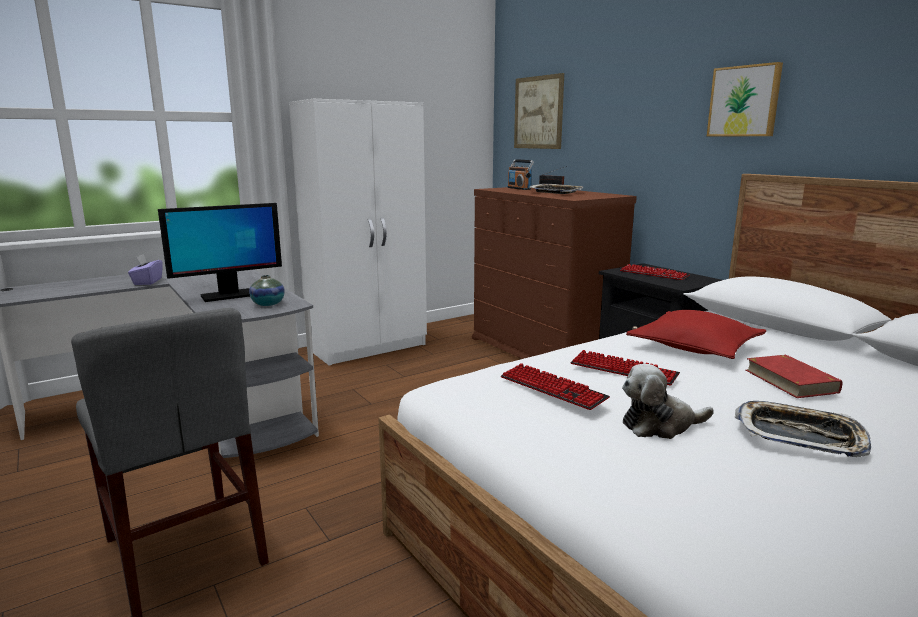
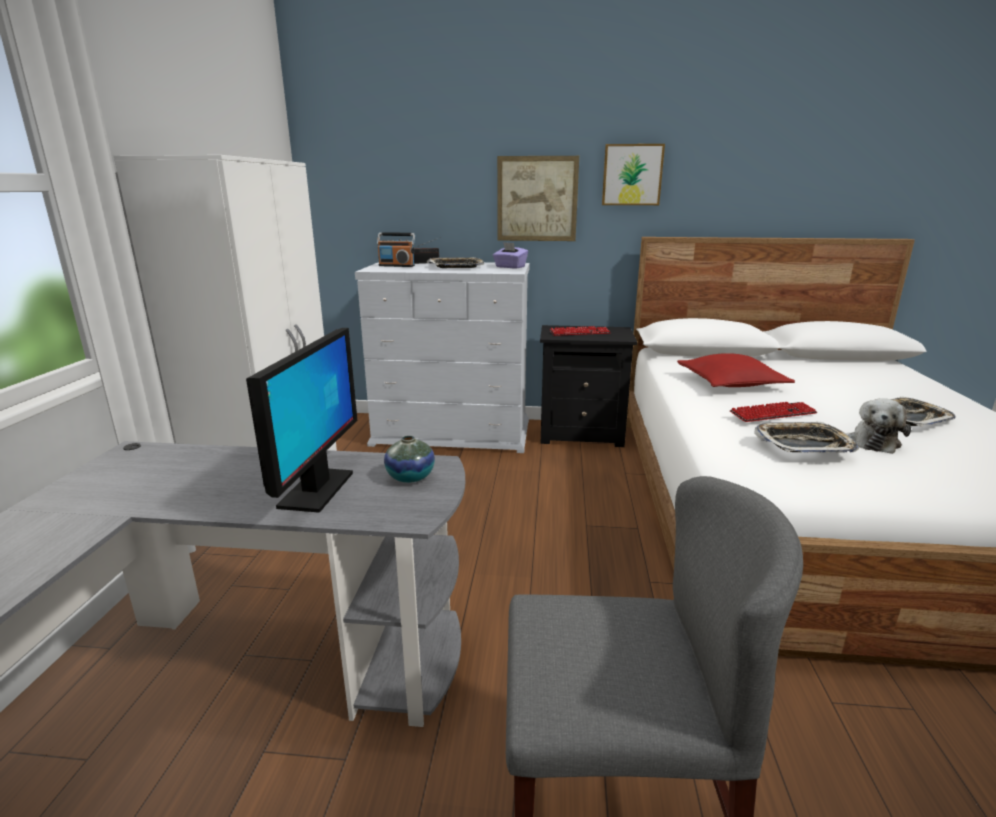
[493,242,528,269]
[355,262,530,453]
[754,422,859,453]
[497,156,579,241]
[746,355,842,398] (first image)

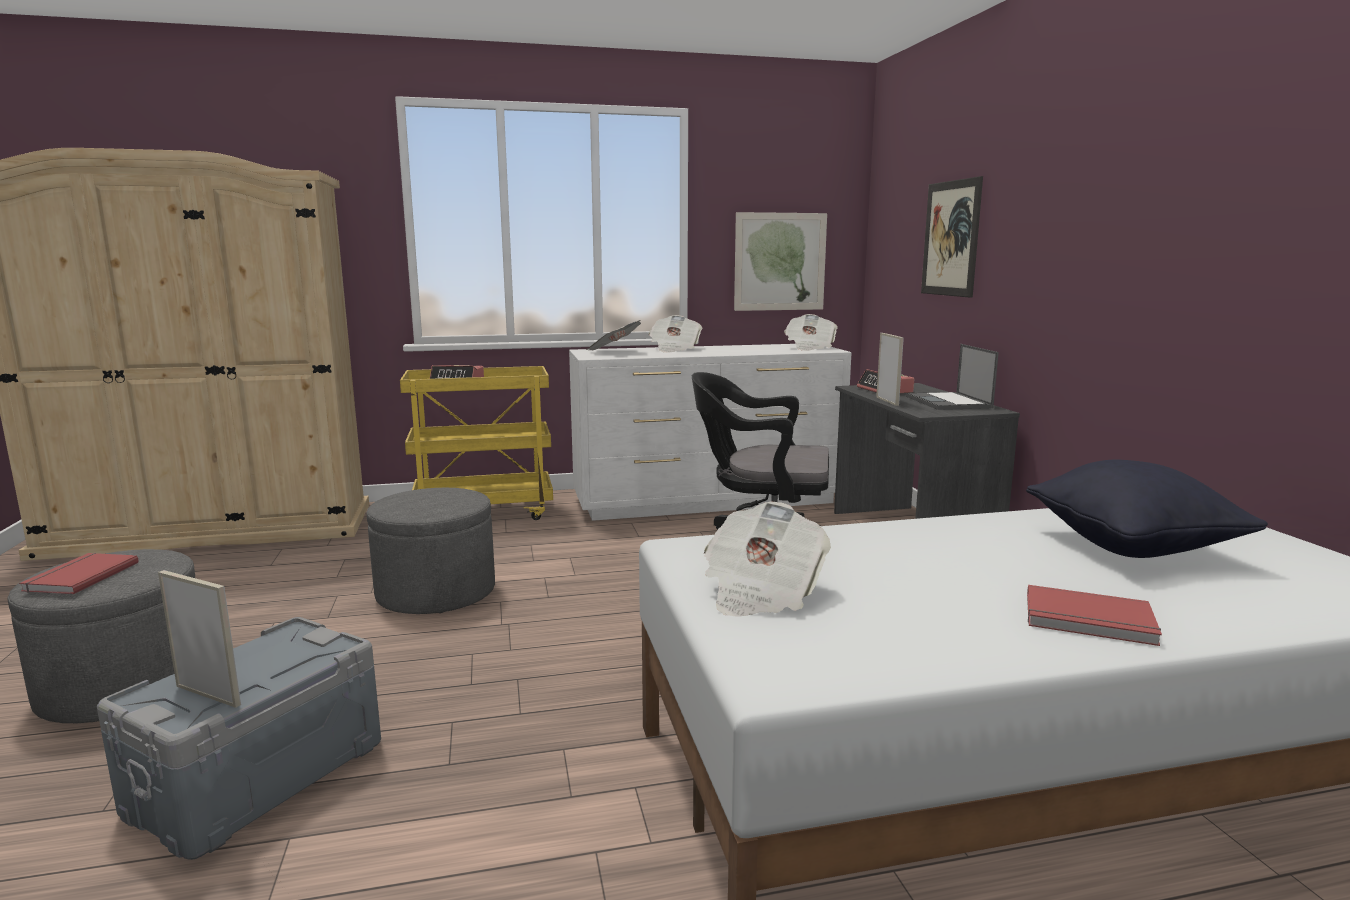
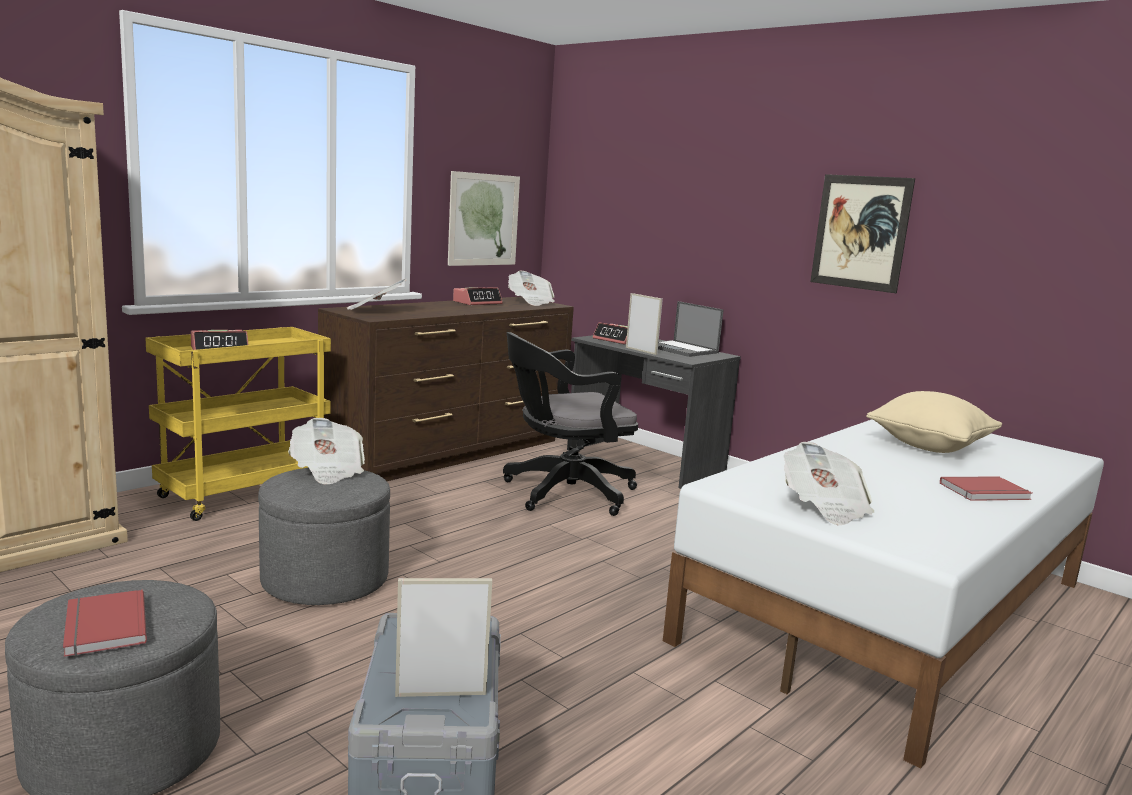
[318,297,574,481]
[288,418,365,485]
[810,174,915,293]
[866,391,1002,453]
[453,287,503,305]

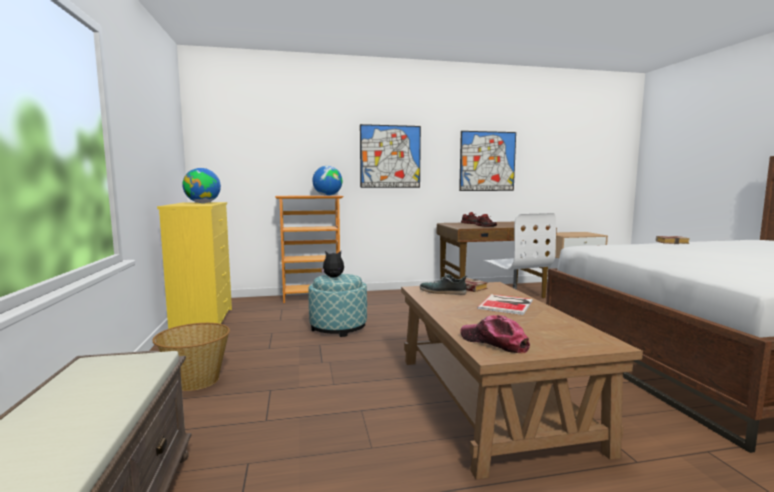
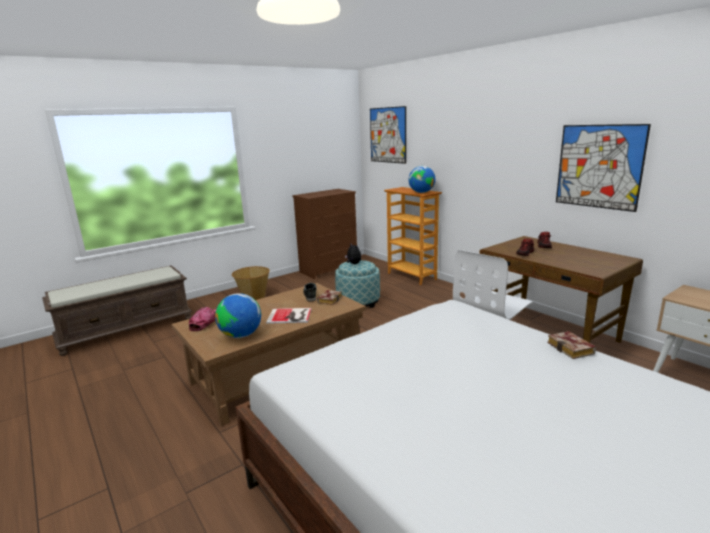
[292,189,357,279]
[215,293,261,338]
[370,106,406,164]

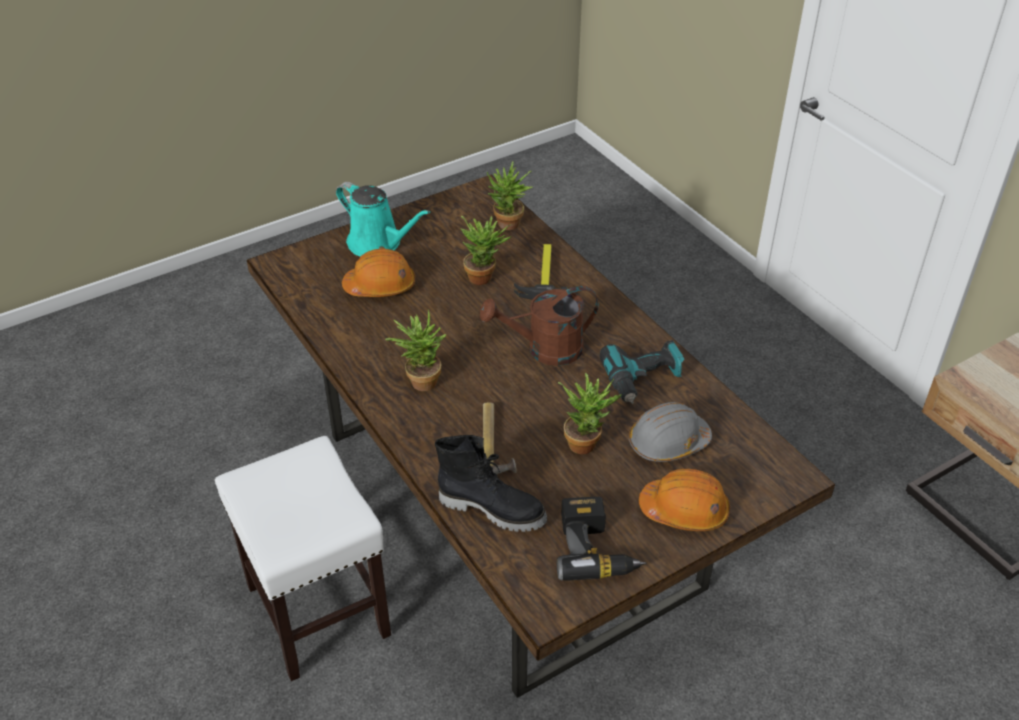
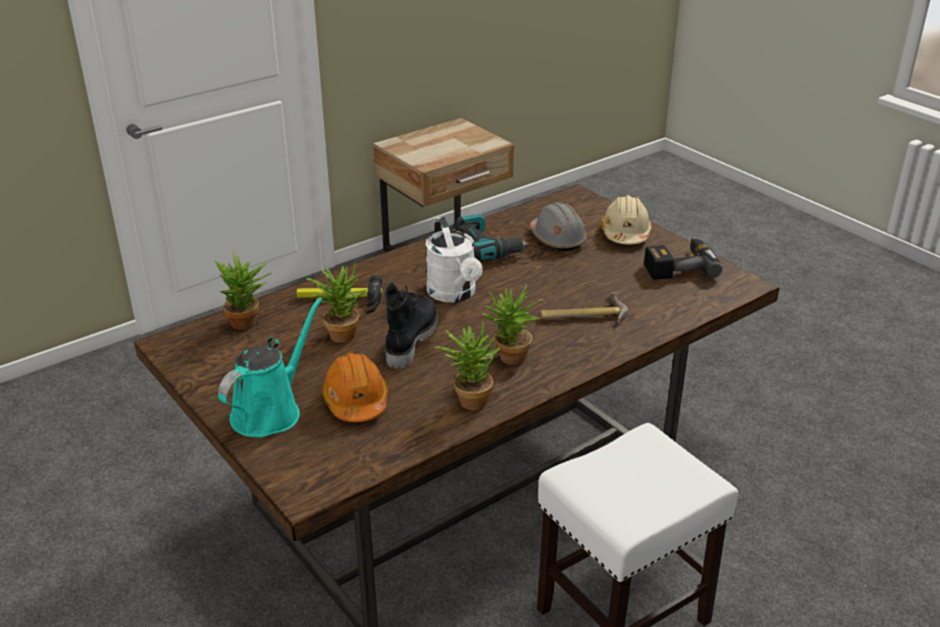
[385,282,438,369]
[426,217,483,303]
[435,320,501,410]
[601,195,652,244]

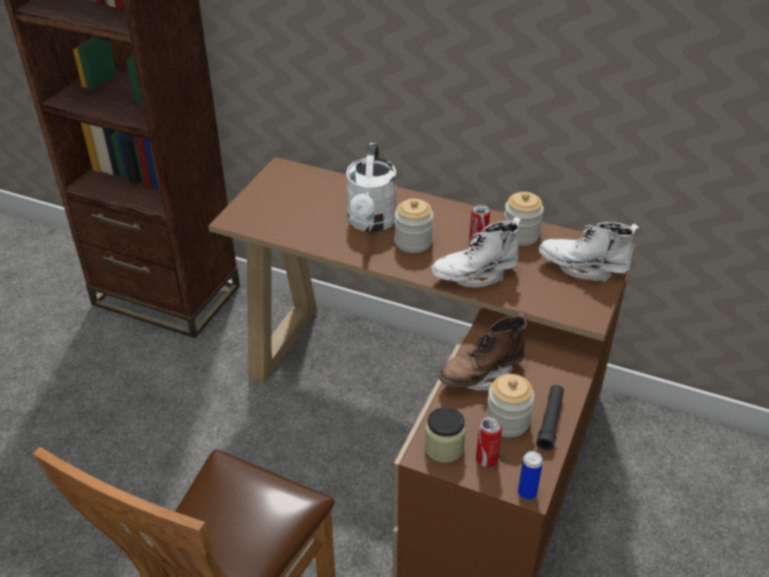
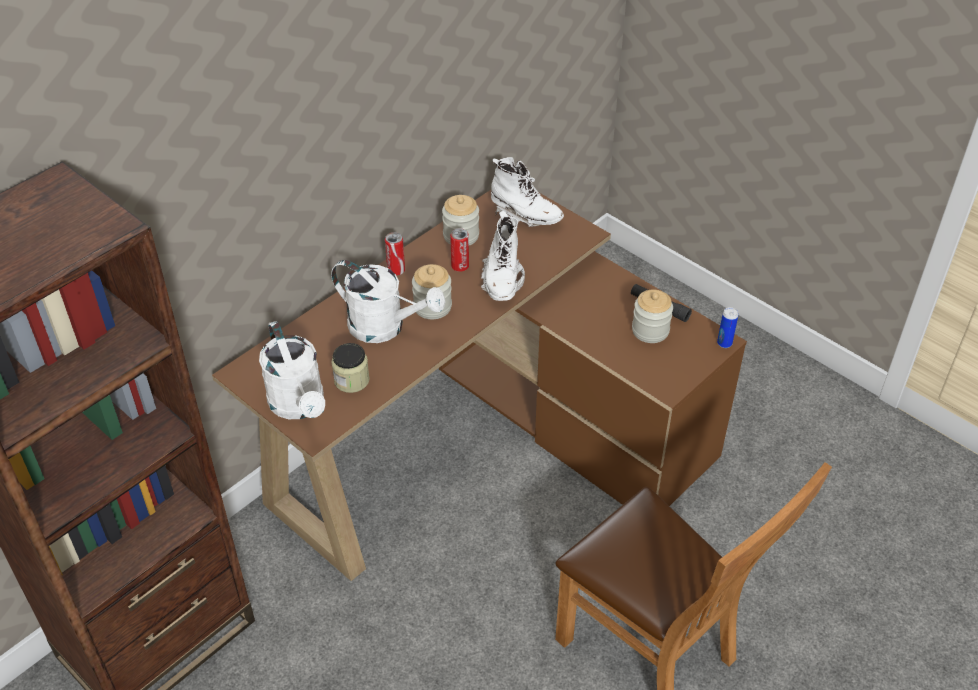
[331,343,370,393]
[439,311,527,391] (first image)
[385,232,405,276]
[491,157,564,227]
[259,321,325,419]

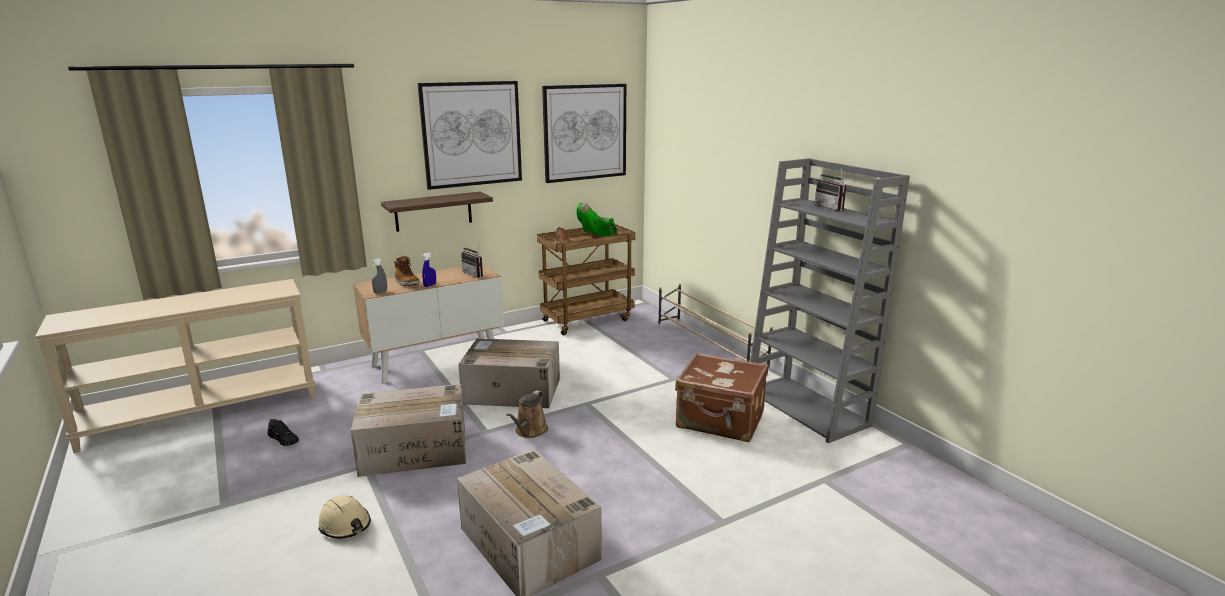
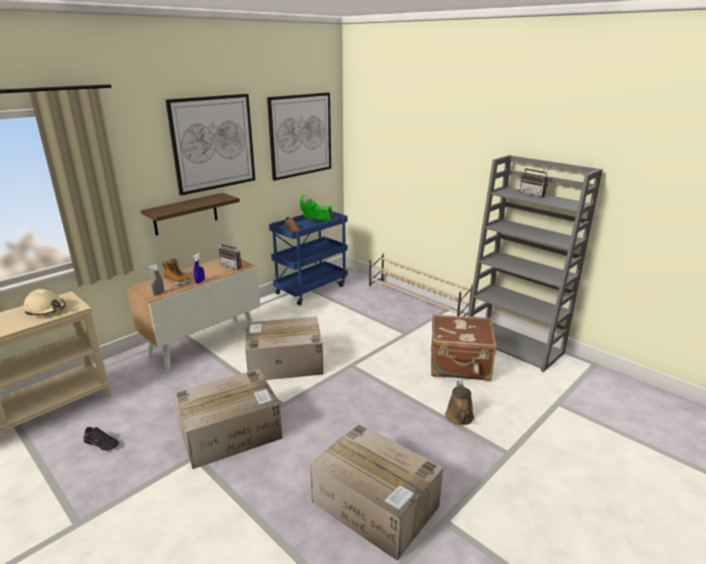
[24,289,66,315]
[445,381,474,425]
[269,211,348,305]

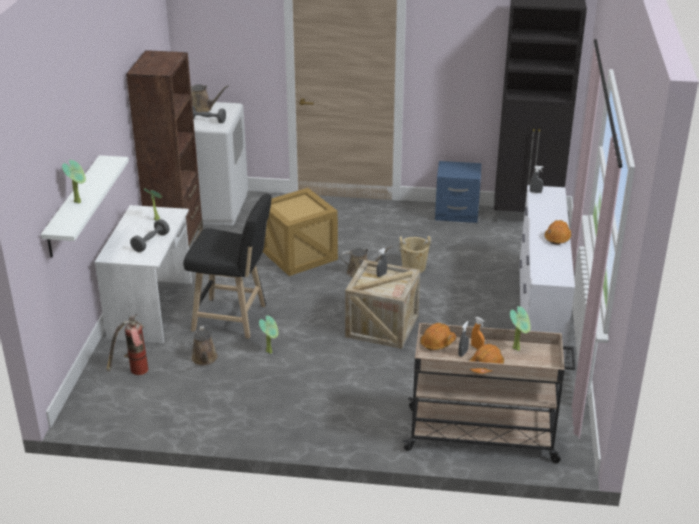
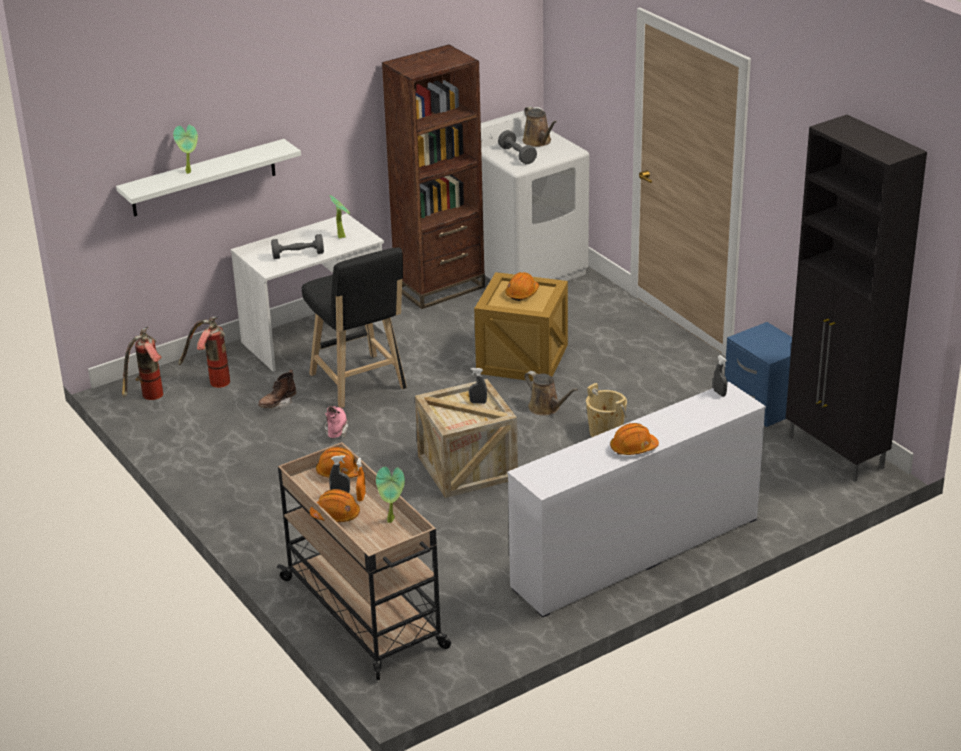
[258,370,297,409]
[325,406,349,438]
[122,327,163,400]
[505,272,539,301]

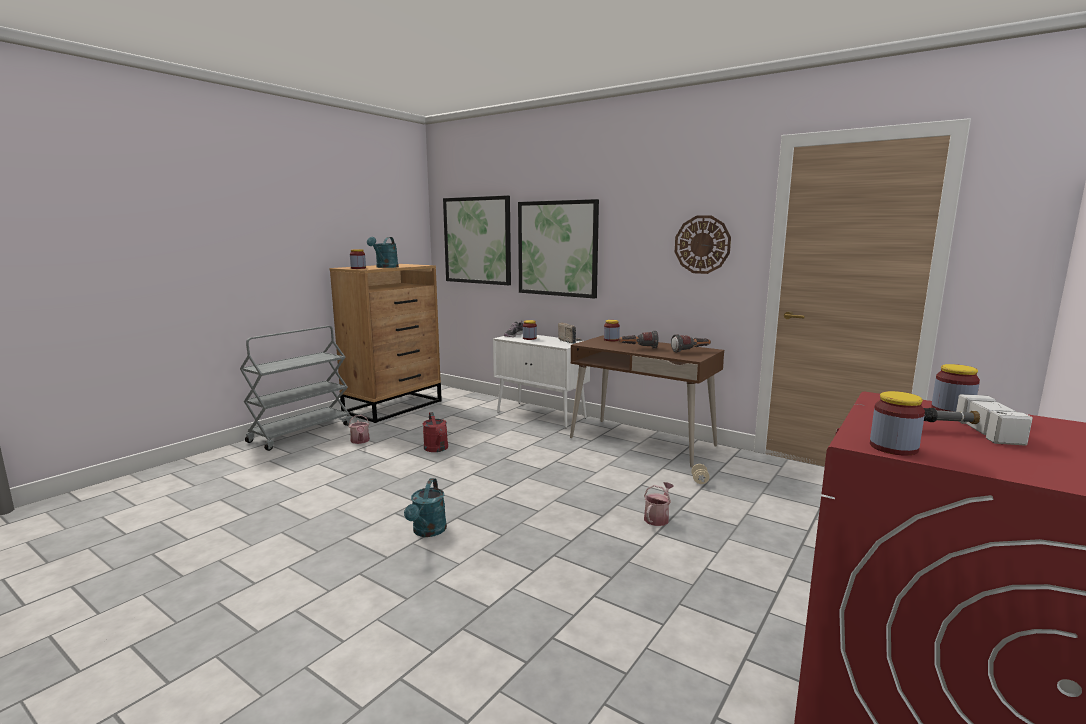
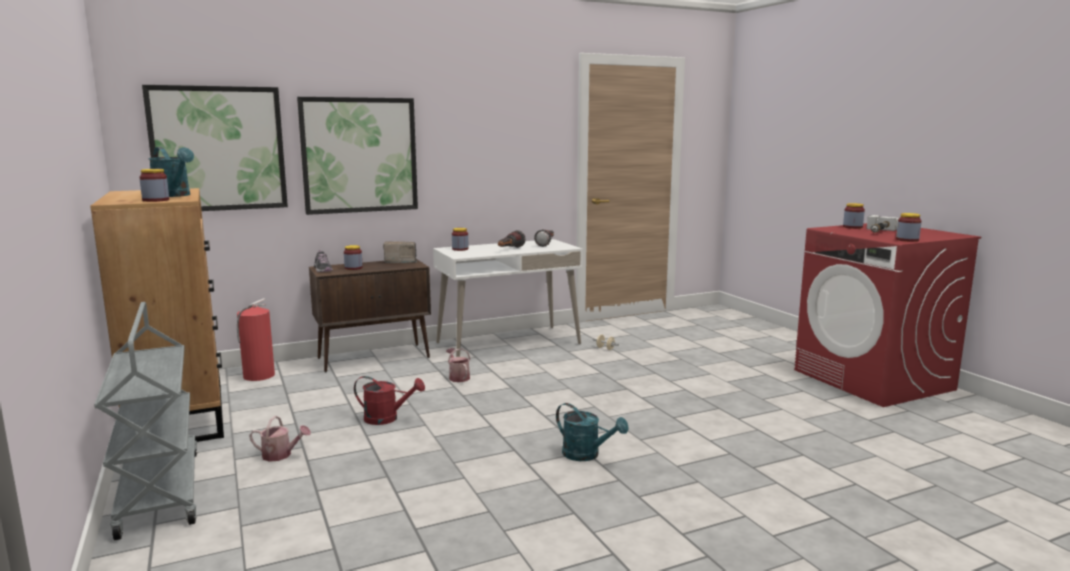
[309,259,431,372]
[433,239,583,357]
[446,348,470,382]
[675,215,731,274] (first image)
[237,298,275,381]

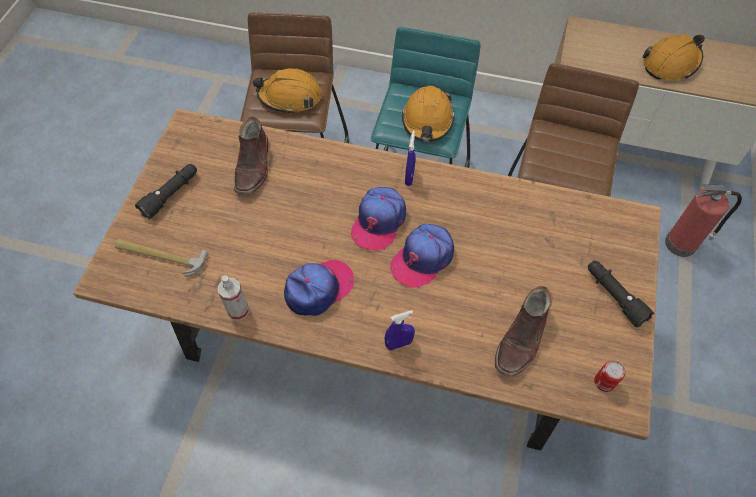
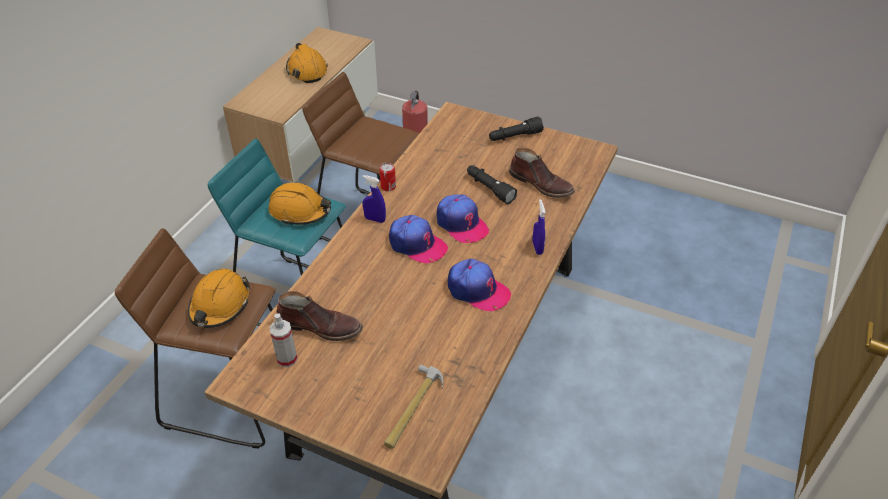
[467,165,517,204]
[269,313,297,367]
[448,259,511,311]
[379,163,396,191]

